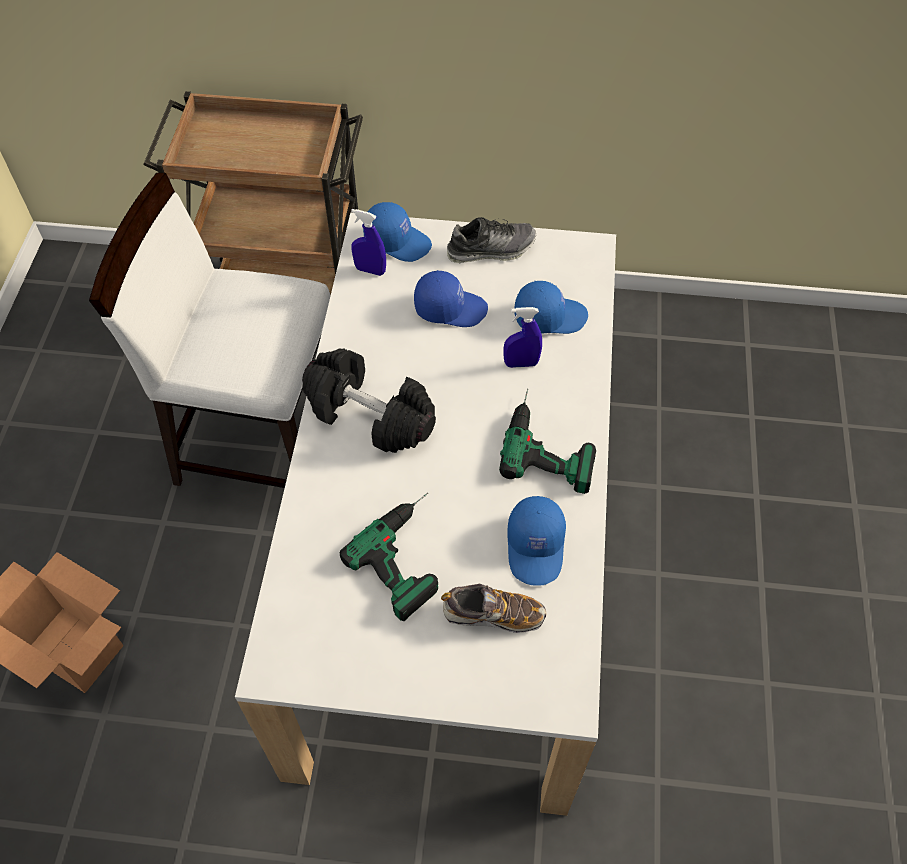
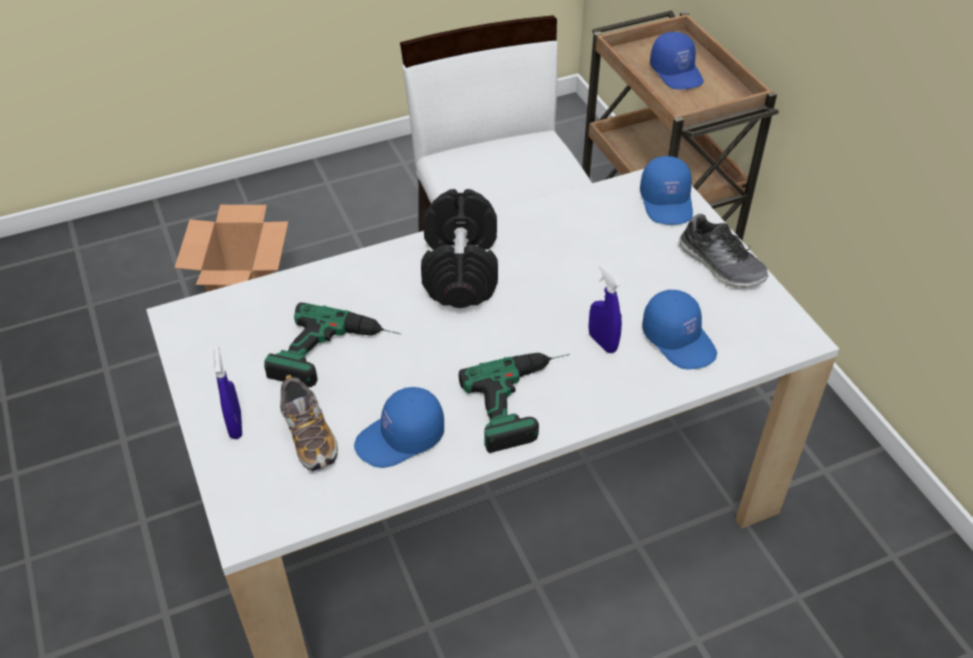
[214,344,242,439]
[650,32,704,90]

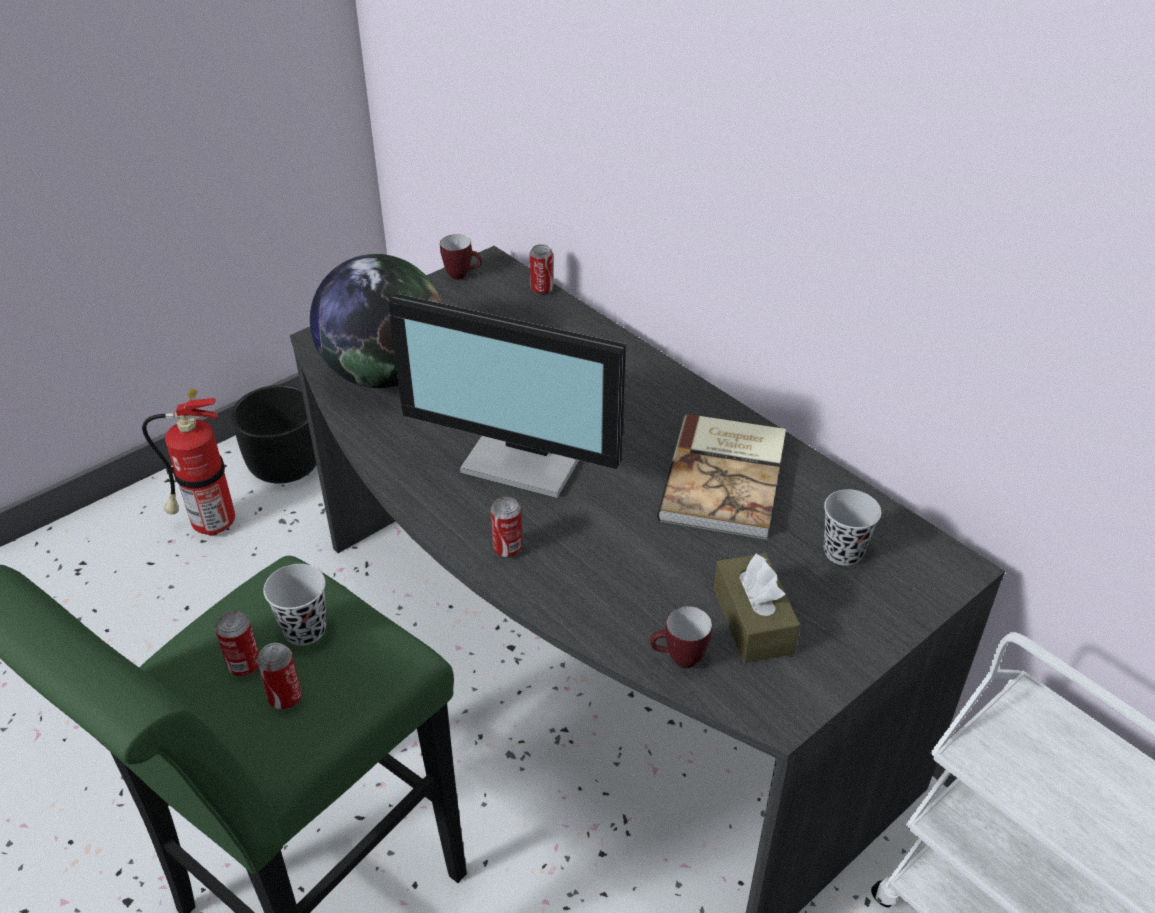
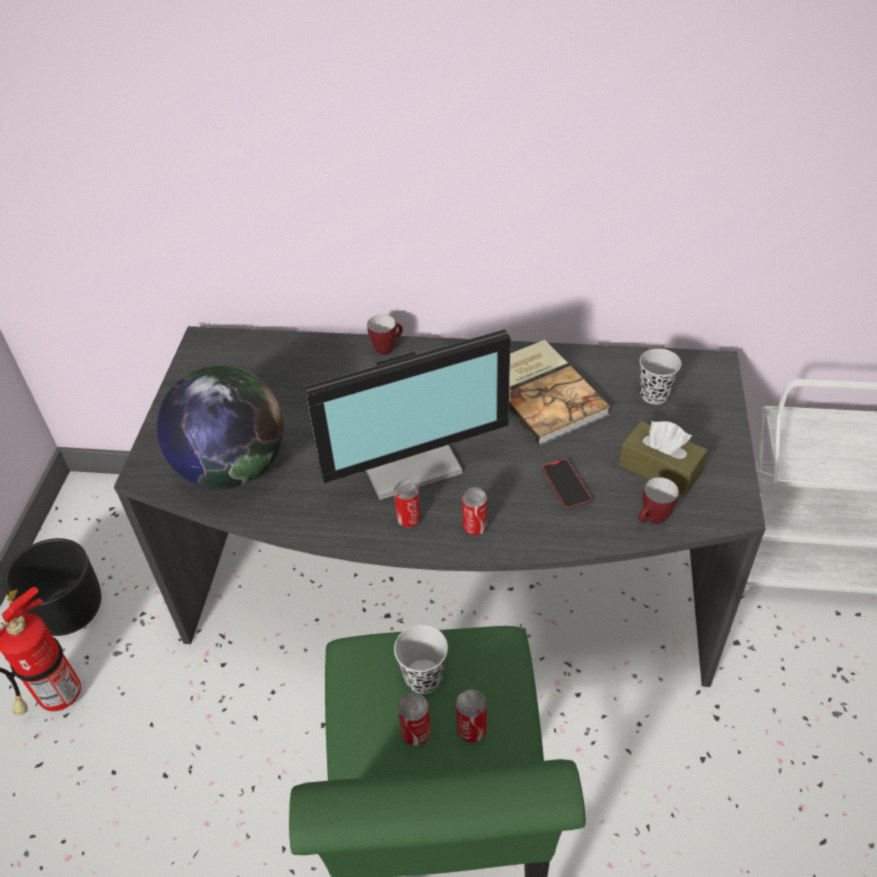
[367,315,403,355]
[394,480,421,528]
[542,459,592,510]

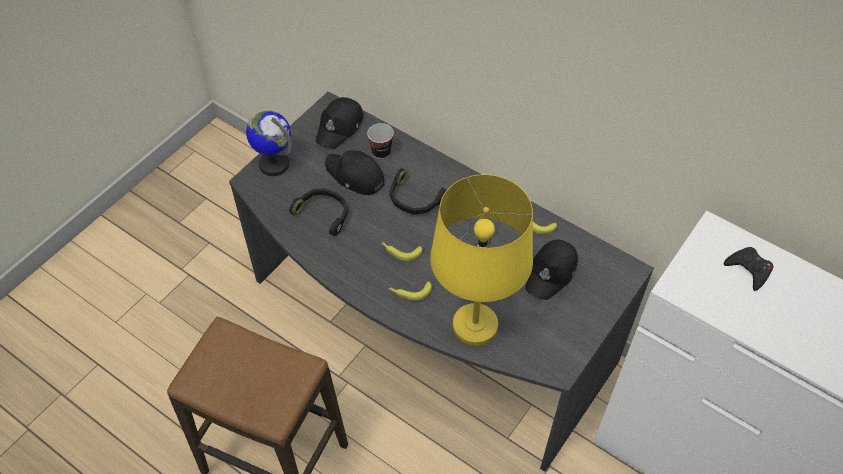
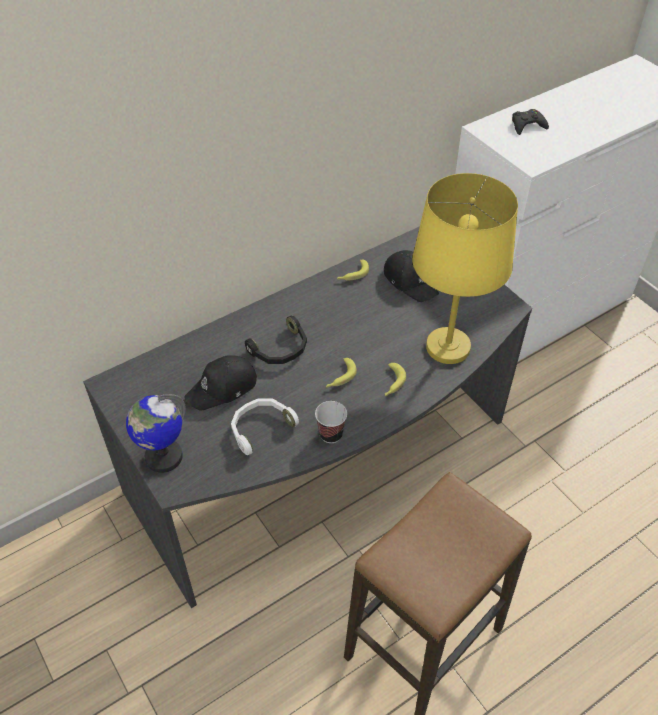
[231,398,299,455]
[316,97,364,149] (first image)
[315,401,347,443]

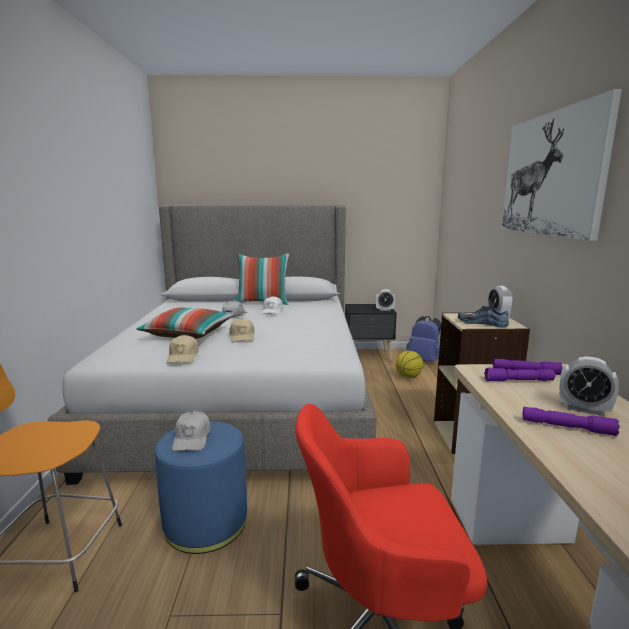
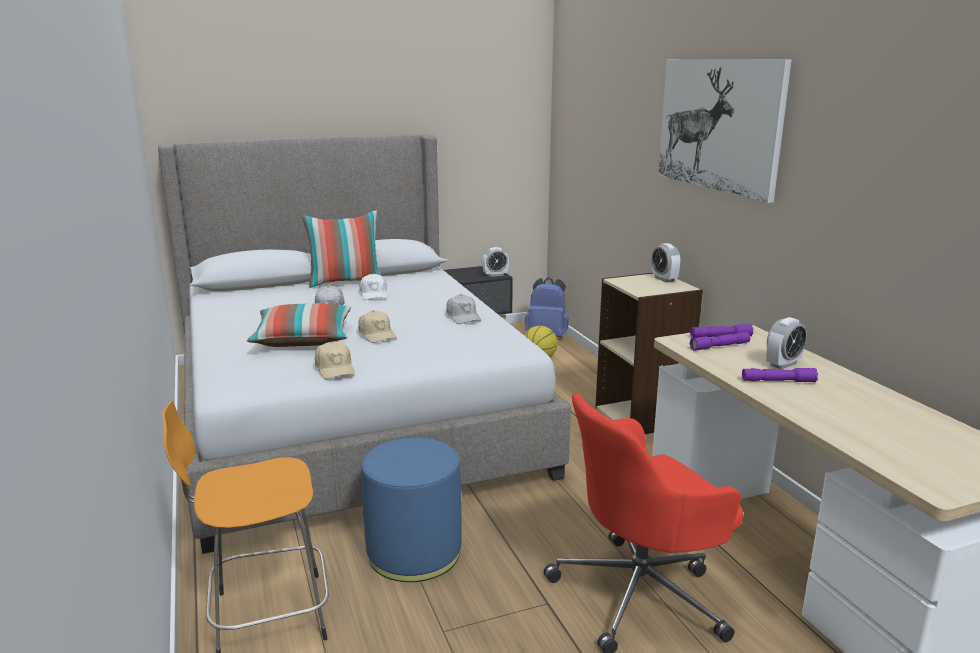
[446,294,481,324]
[458,305,509,327] (first image)
[766,317,807,369]

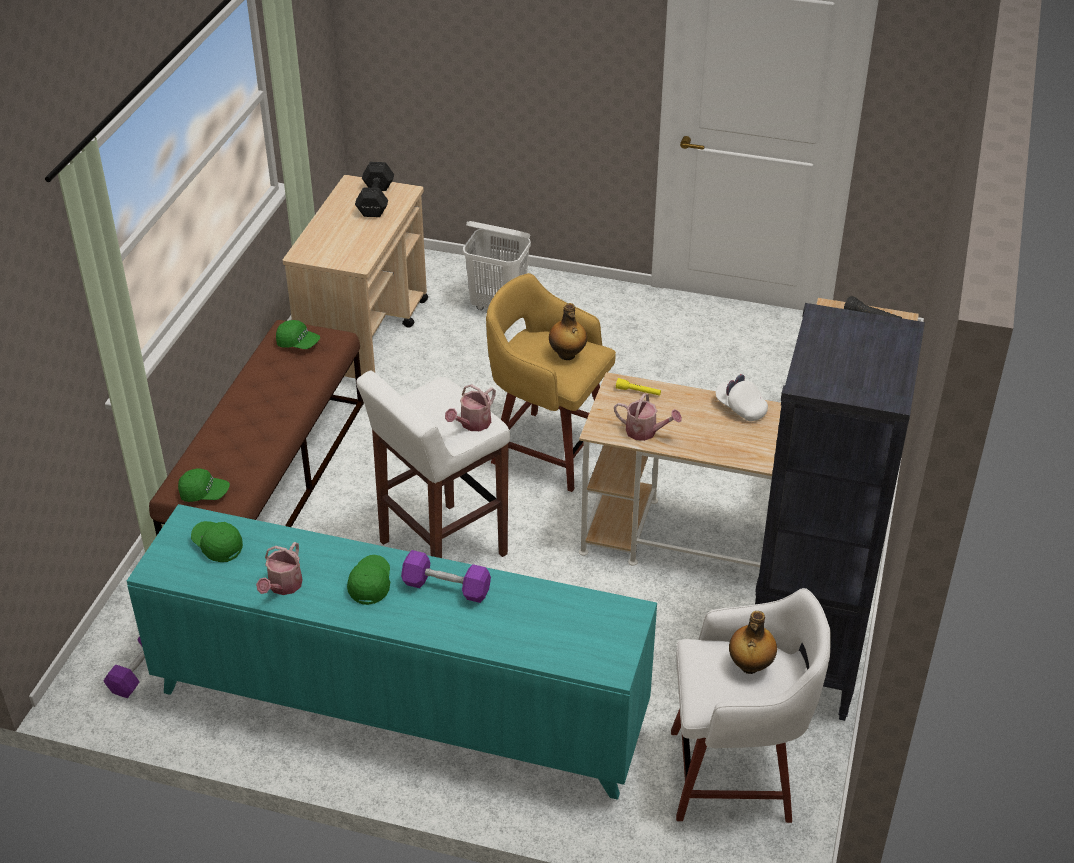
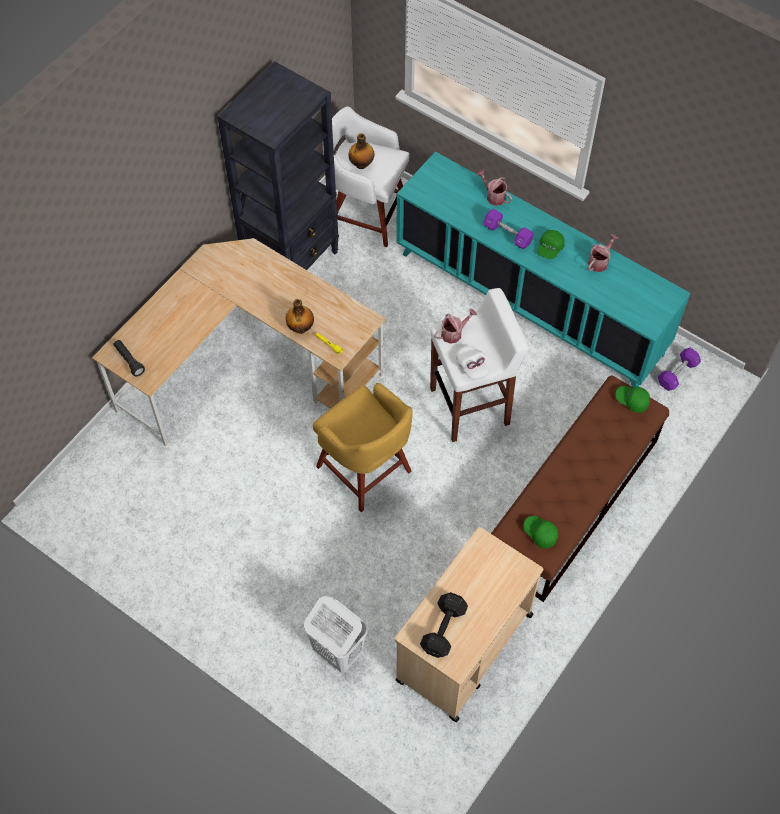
[191,521,243,562] (first image)
[286,299,314,334]
[477,170,512,206]
[456,346,488,378]

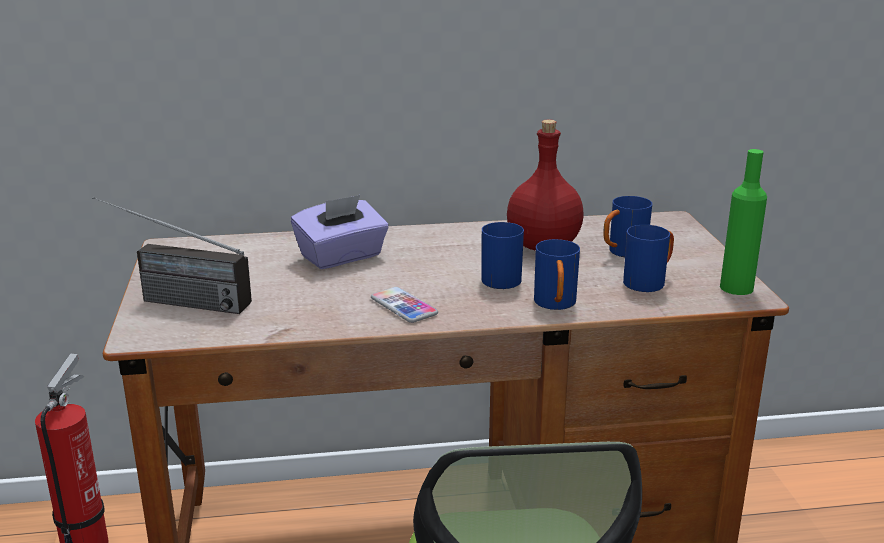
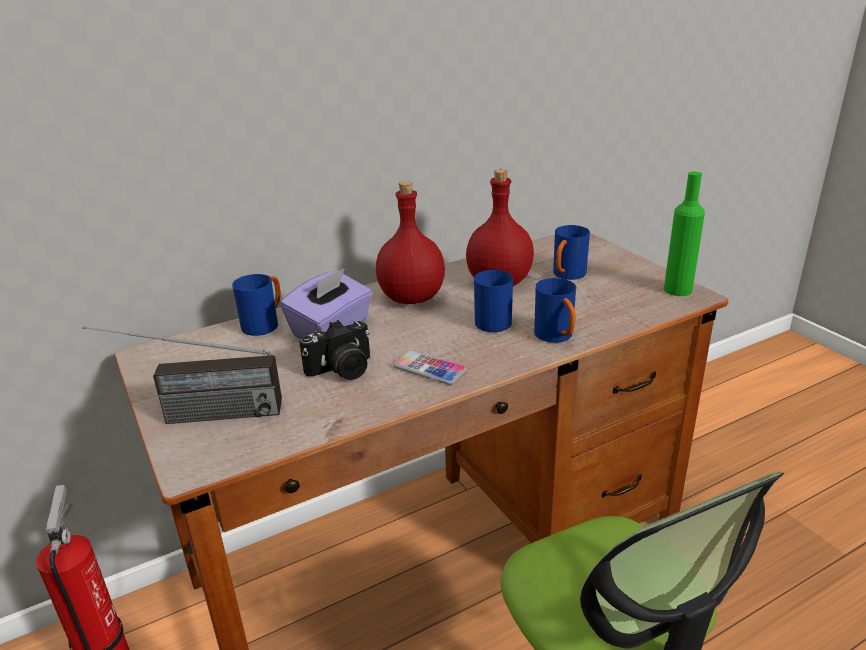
[232,274,281,336]
[299,320,370,380]
[376,181,445,304]

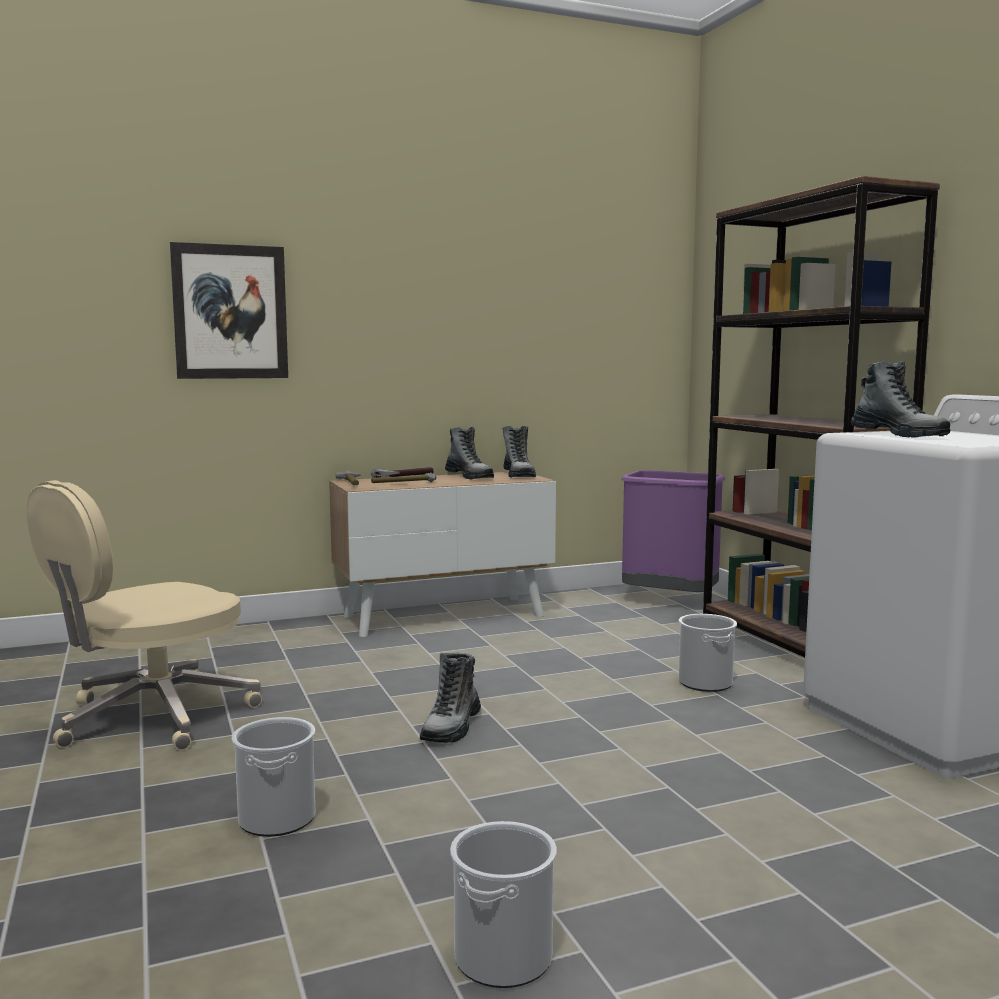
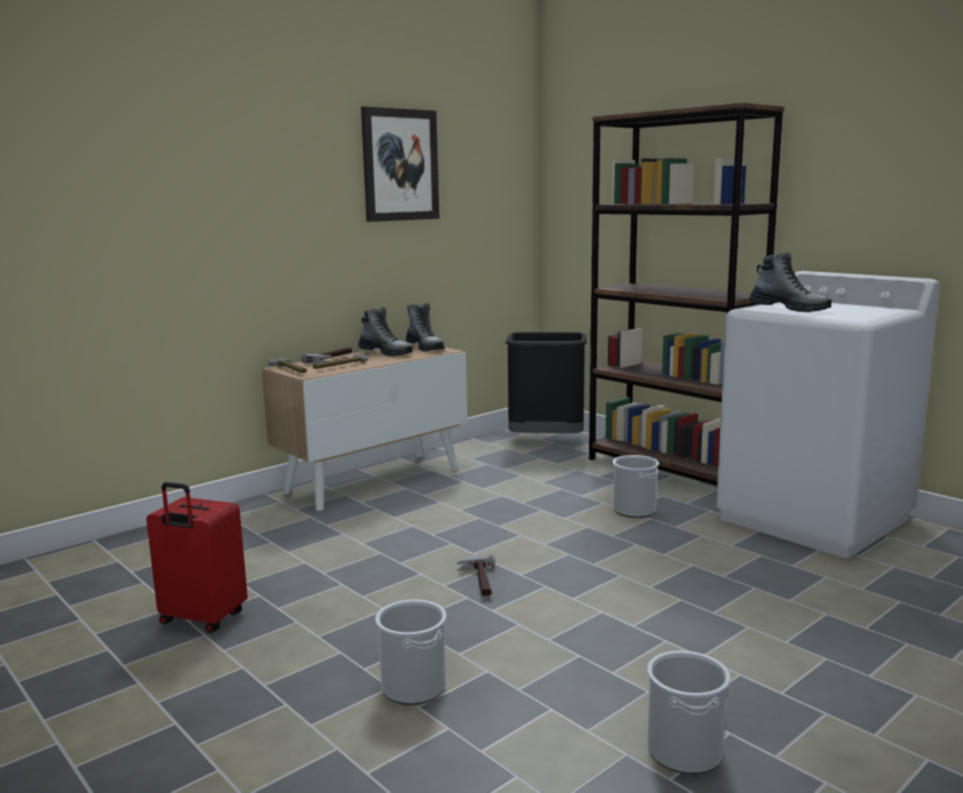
[146,482,248,633]
[361,106,440,222]
[457,554,495,596]
[506,332,587,433]

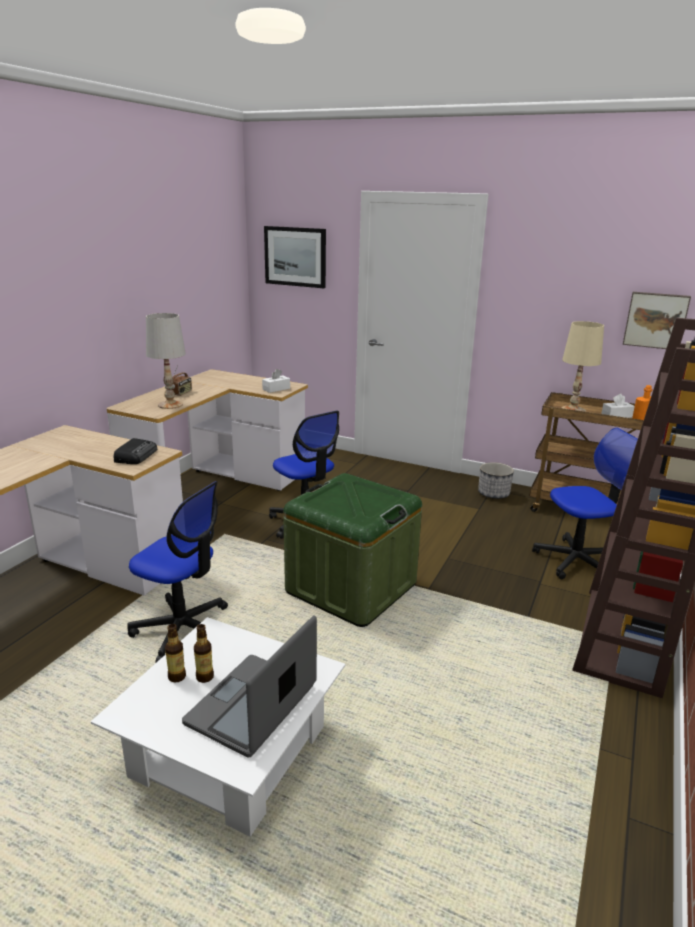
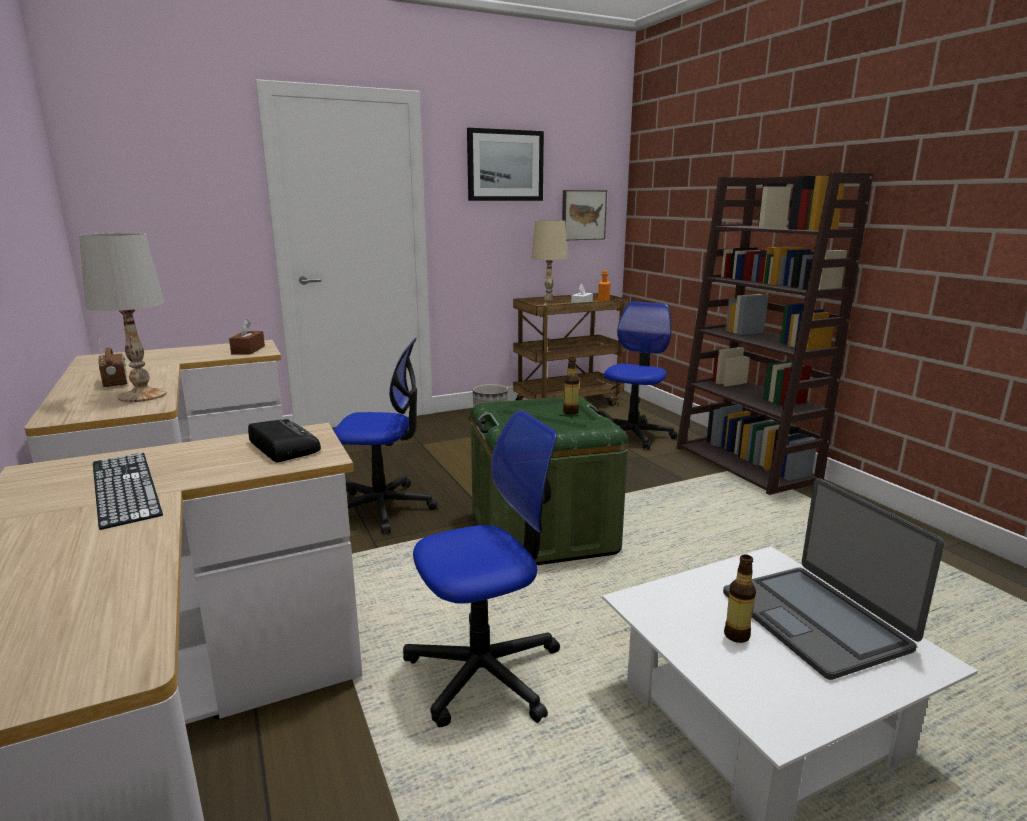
[563,357,579,415]
[229,319,265,354]
[467,128,544,201]
[93,452,163,530]

